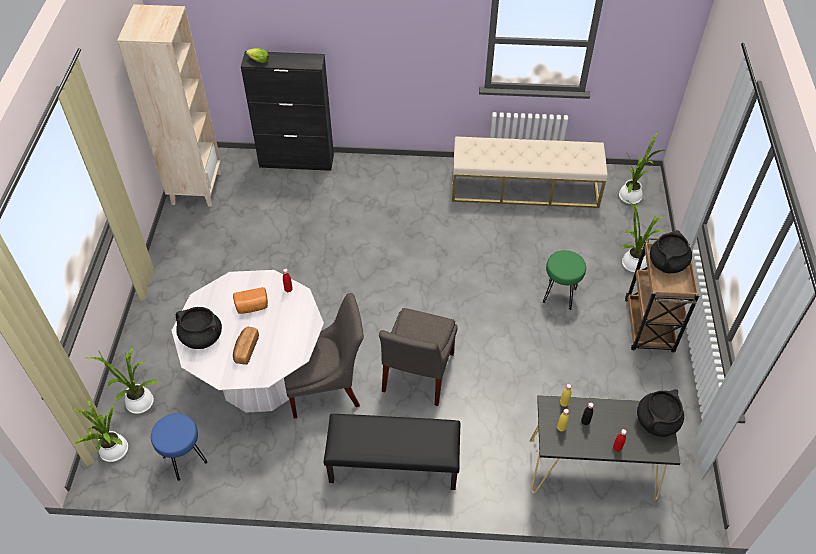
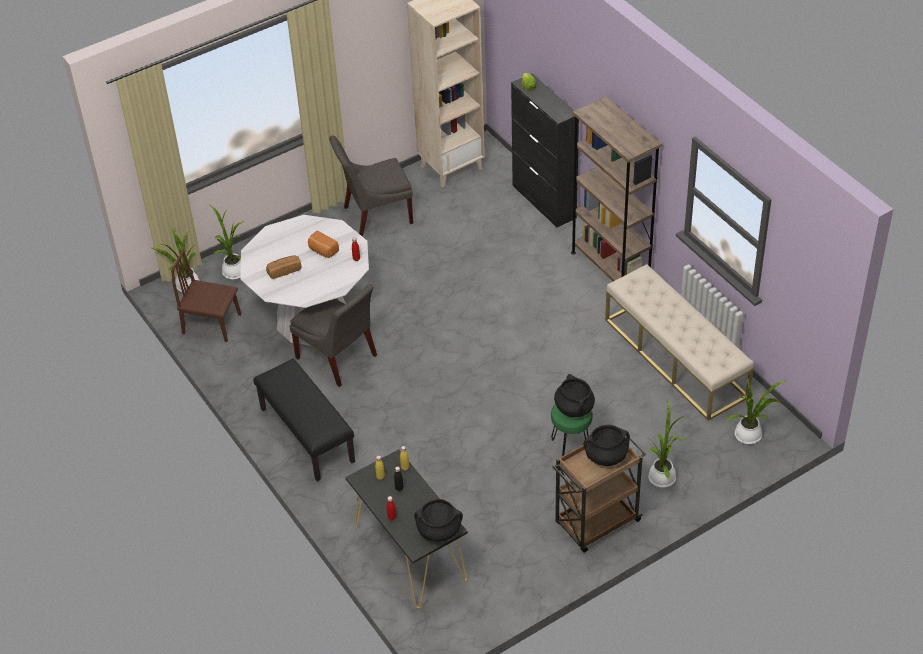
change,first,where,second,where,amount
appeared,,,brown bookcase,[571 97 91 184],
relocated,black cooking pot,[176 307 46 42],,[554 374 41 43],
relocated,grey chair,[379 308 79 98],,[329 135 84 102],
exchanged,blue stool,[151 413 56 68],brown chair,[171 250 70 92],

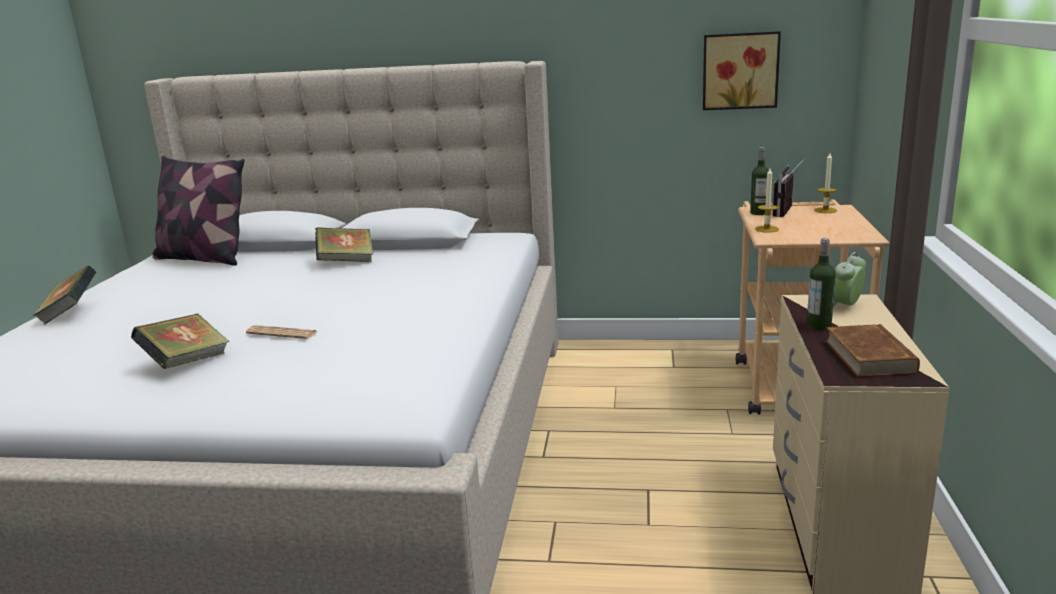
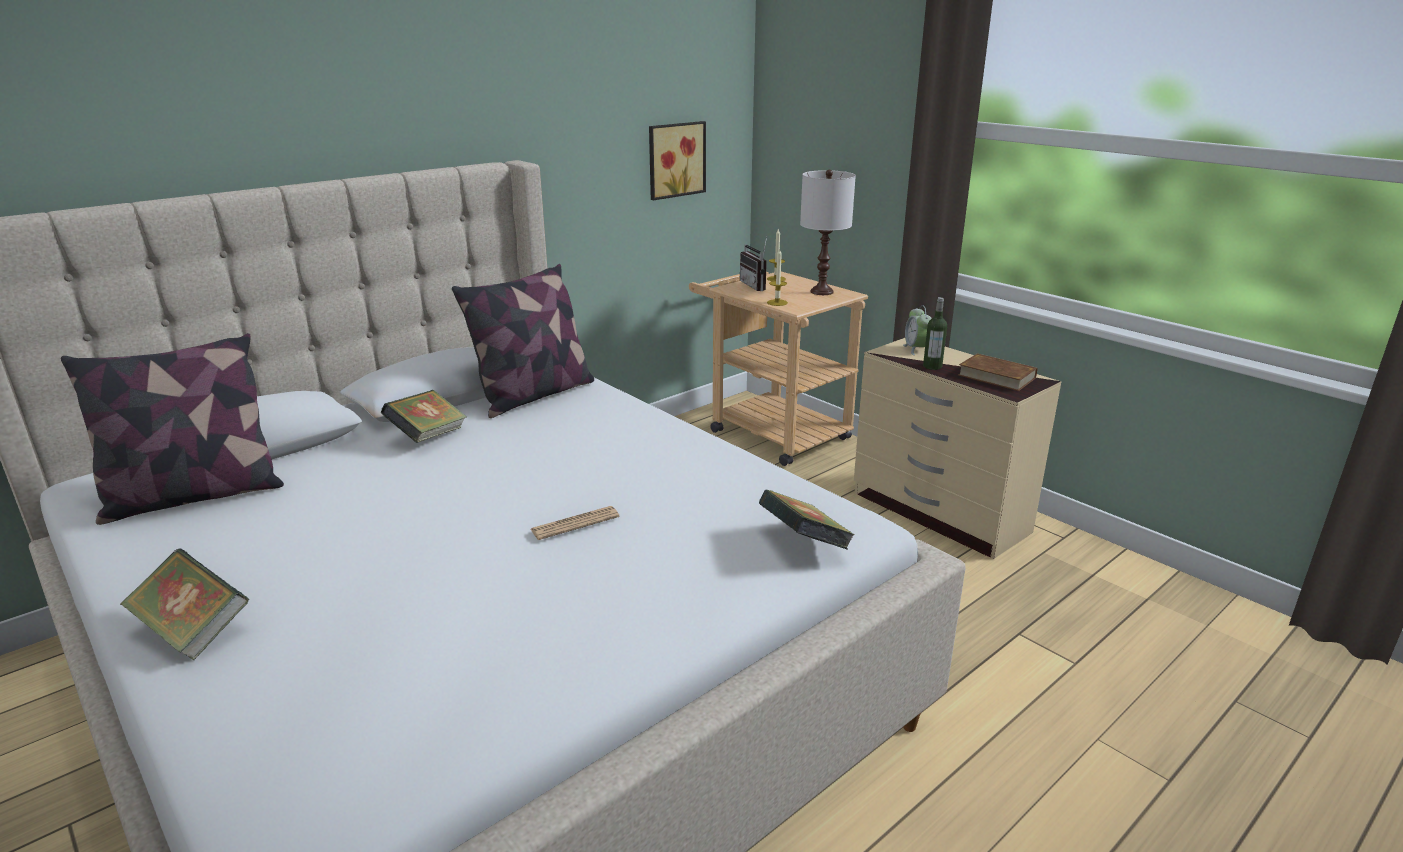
change,first,where,second,where,amount
missing,bottle,[750 147 19 68],,,
appeared,,,pillow,[452 264 142 154],
appeared,,,white table lamp,[800 170 56 125],
relocated,book,[131 313 99 56],,[759 490 96 59],

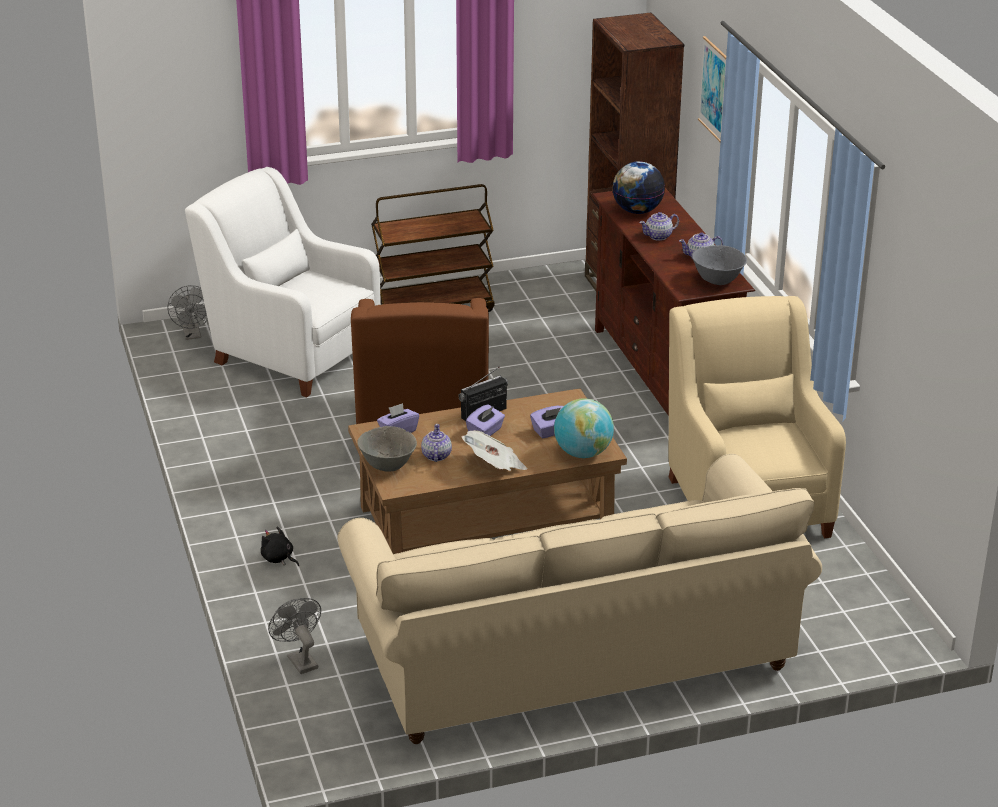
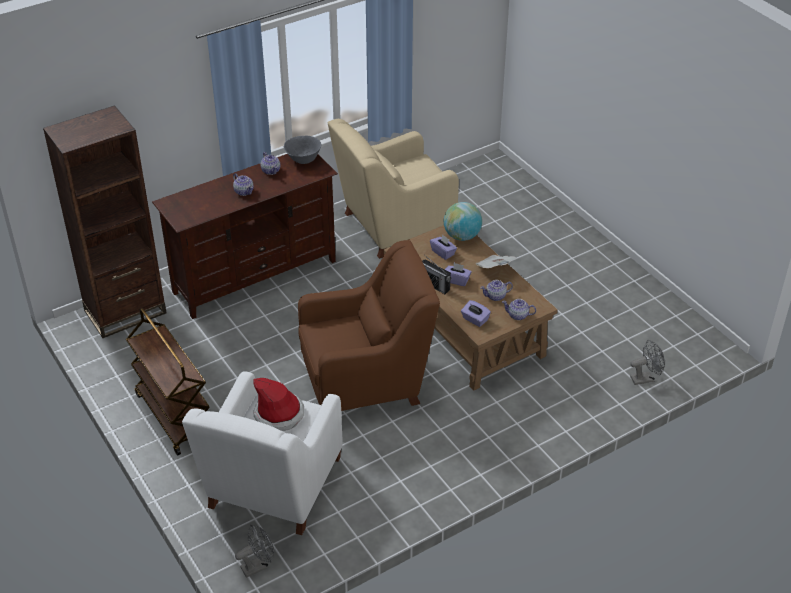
change,first,where,second,where,amount
missing,black plush toy,[261 527 38 39],,,
missing,beige sofa,[337 454 485 290],,,
missing,globe,[612 161 53 53],,,
missing,picture,[698 36 28 107],,,
appeared,,,hat,[253 378 51 53],
exchanged,grey bowl,[357 426 60 46],teapot,[502 299 34 21],
spun,grey fan,[268 598 53 76],,[630 340 35 45],150 degrees counterclockwise

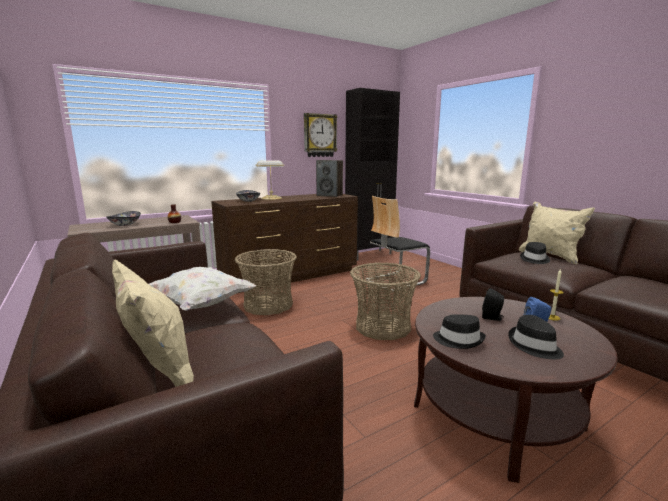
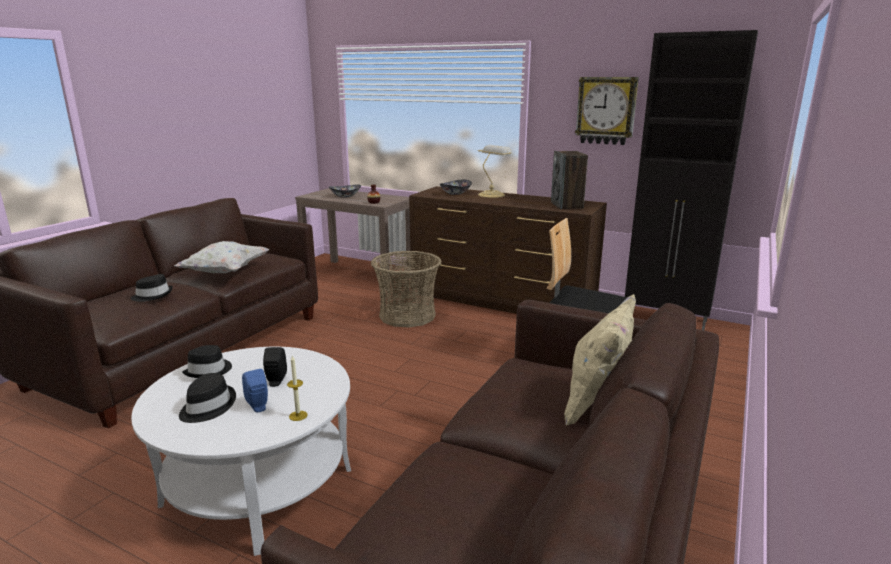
change,first,where,second,where,amount
missing,beige pillow,[112 259 82 128],,,
missing,basket,[350 262 71 78],,,
relocated,black hat,[520 242 30 22],,[131 274 42 28],
colour,brown coffee table,[414 297 204 186],white coffee table,[131 347 220 209],

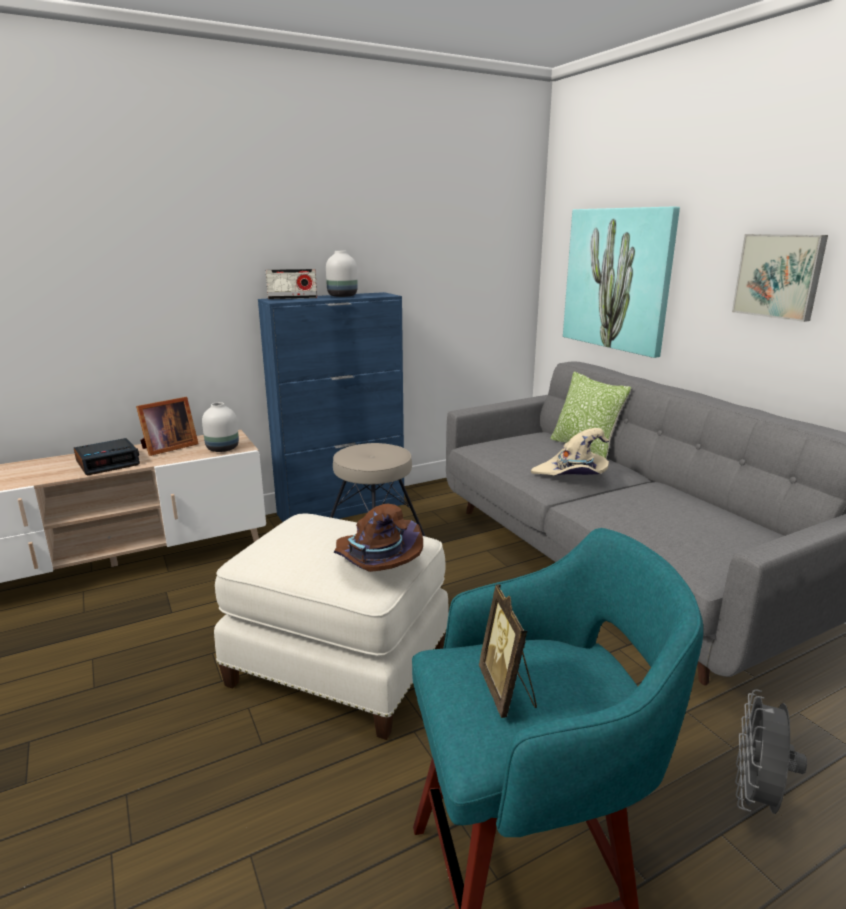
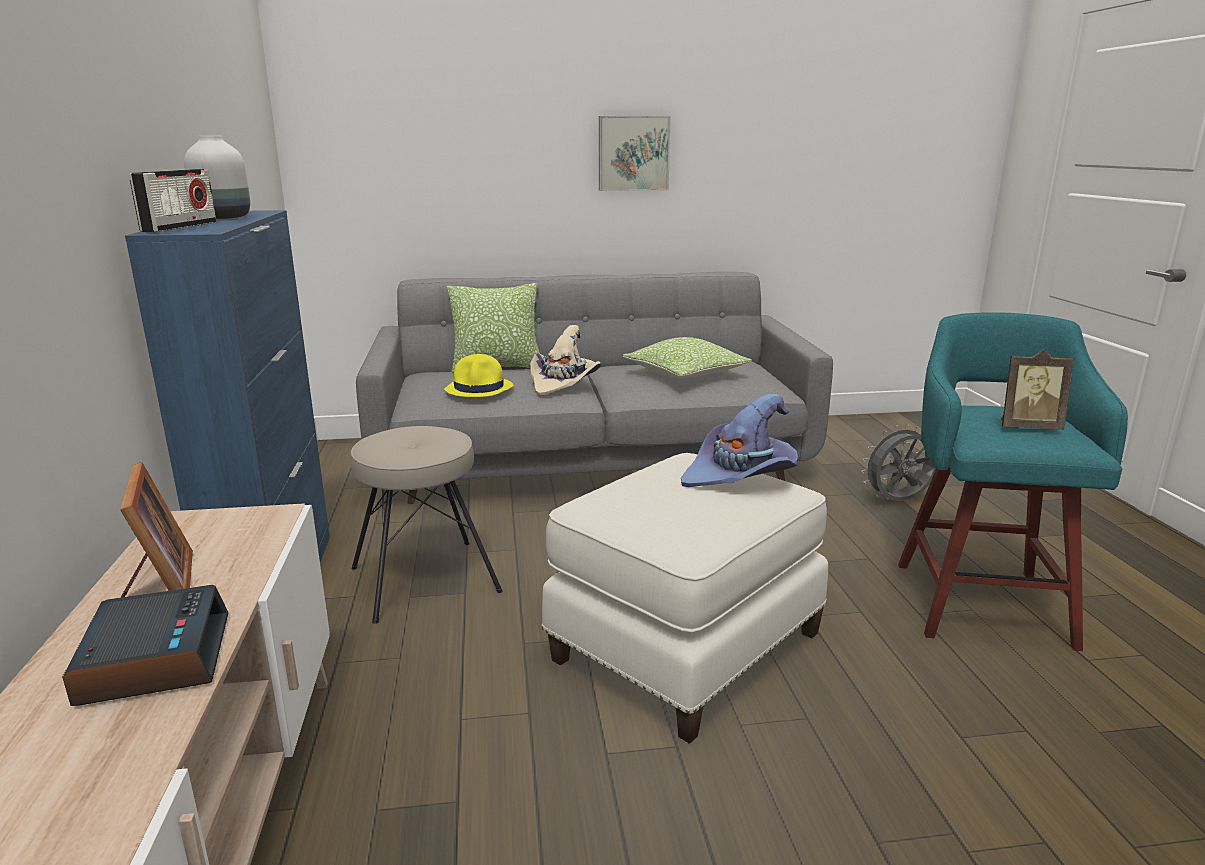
change,first,where,second,where,amount
missing,white vase,[202 402 37 50],,,
missing,picture,[563 207 117 151],,,
appeared,,,yellow hat,[444 354 69 43],
appeared,,,pillow,[623 337 129 42],
colour,brown hat,[334 504 89 68],purple hat,[681 394 117 93],
spun,grey fan,[735 689 72 125],,[861 424 75 77],120 degrees clockwise

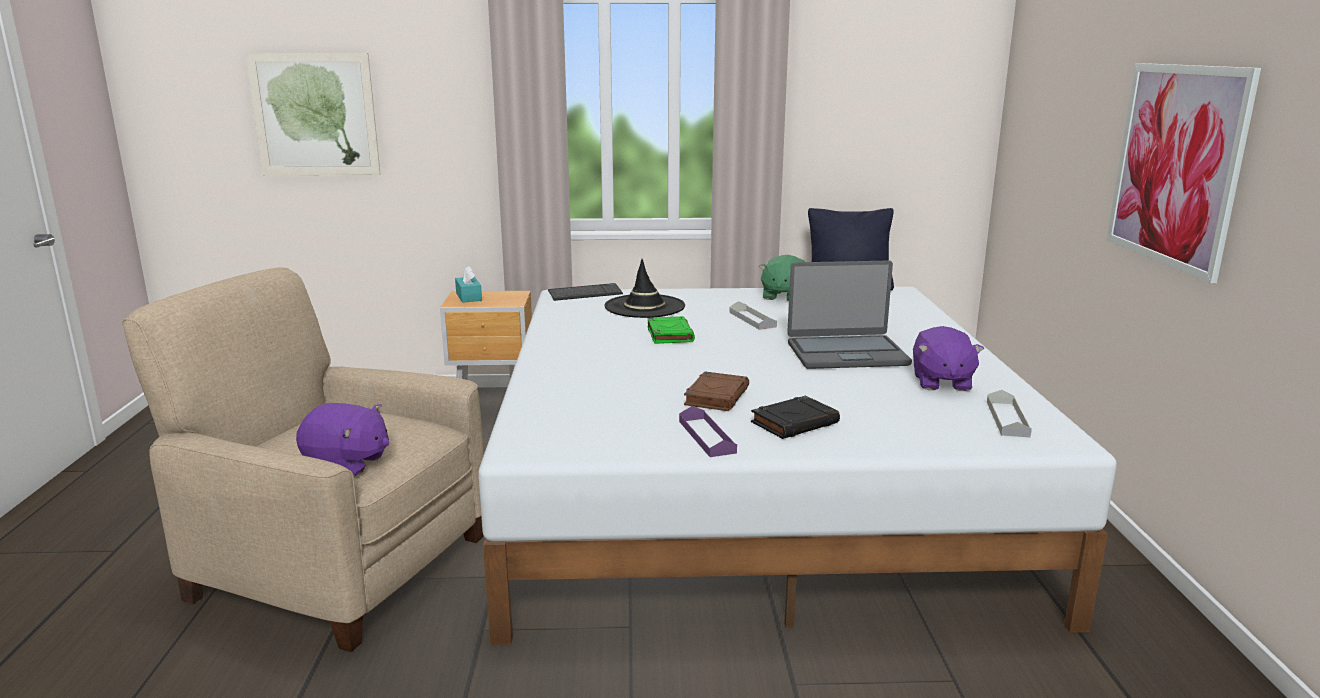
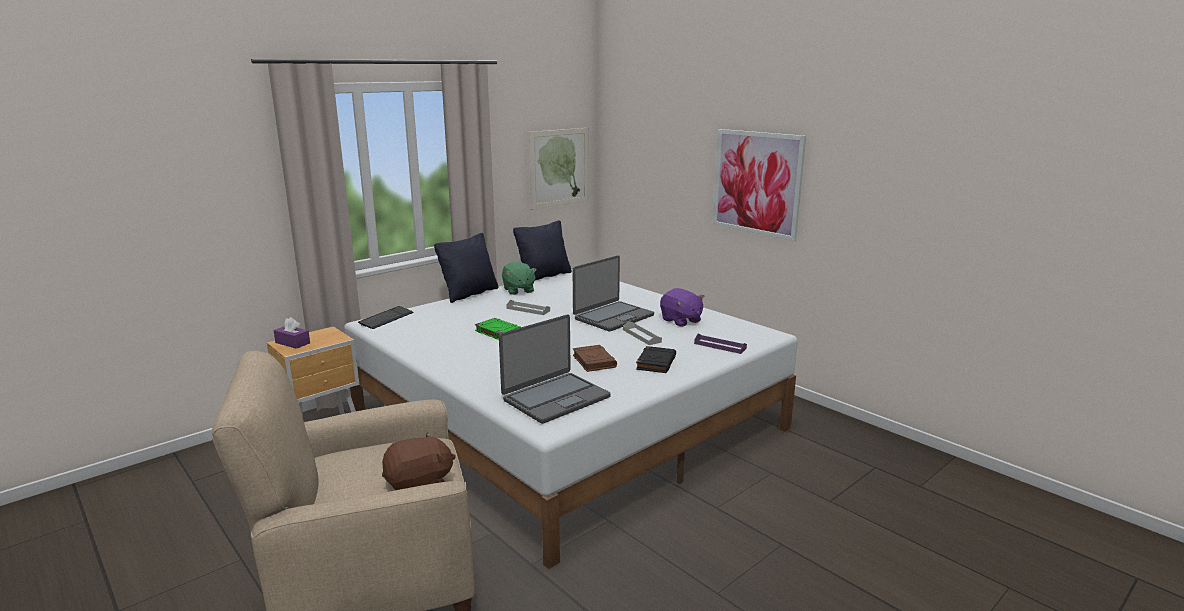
change,first,where,second,where,amount
missing,black hat,[605 259 80 59],,,
appeared,,,black pillow,[434 233 65 70],
appeared,,,laptop,[499 314 112 110],
relocated,picture,[246 53 134 122],,[529 128 60 82],
relocated,purple tray,[679 406 58 51],,[694 334 53 20],
relocated,grey tray,[987 390 45 48],,[623 321 39 24],
colour,purple plush toy,[296 403 93 73],brown plush toy,[382 432 74 58],
colour,turquoise tissue box,[455 266 27 37],purple tissue box,[273 317 37 32],

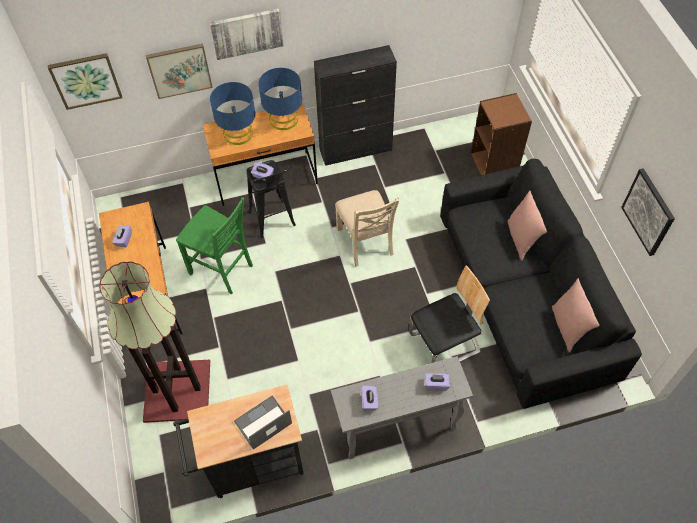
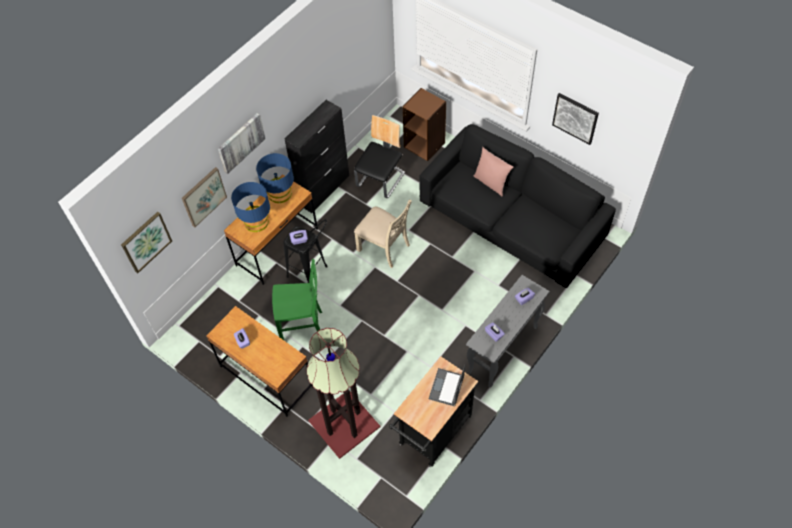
change,first,where,second,where,amount
missing,pink pillow,[552 278 48 75],,,
relocated,chair,[409 265 81 98],,[354 115 51 83],

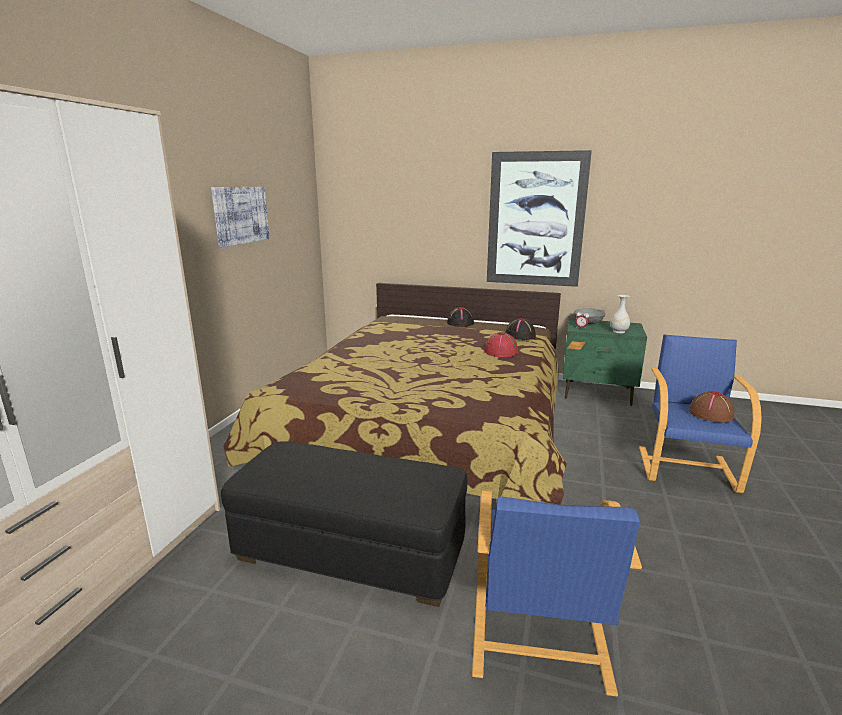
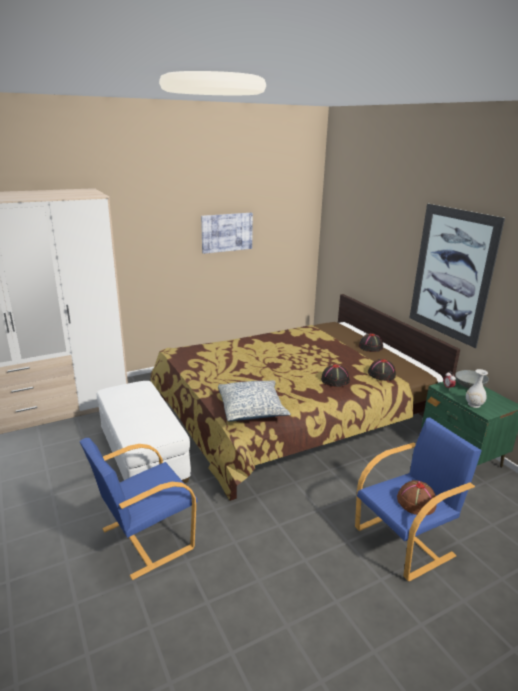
change,first,where,second,where,amount
appeared,,,pillow,[218 380 73 42],
colour,black ottoman,[221 441 247 166],white ottoman,[97 381 94 102],
colour,red hat,[484 332 34 25],black hat,[321 364 29 23],

